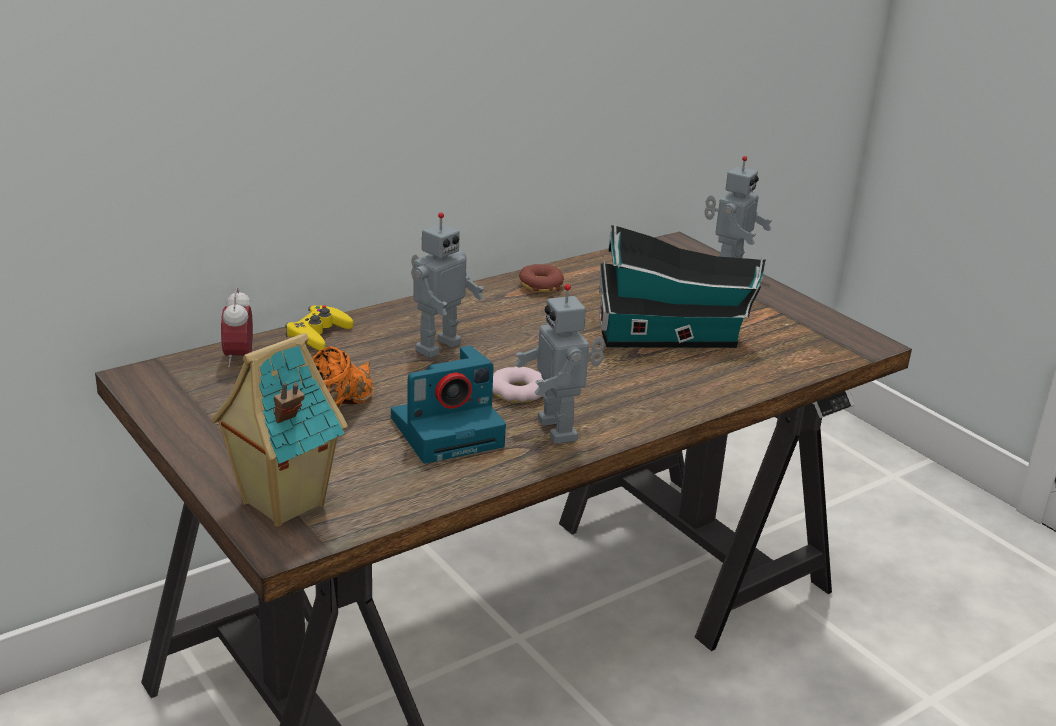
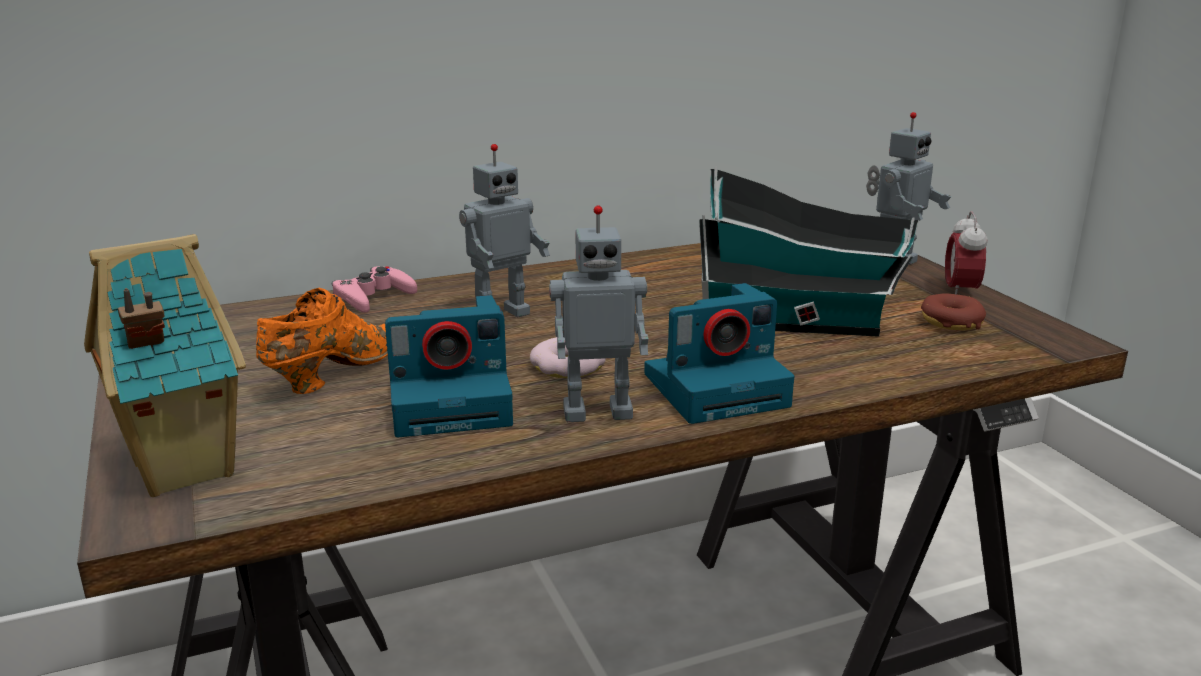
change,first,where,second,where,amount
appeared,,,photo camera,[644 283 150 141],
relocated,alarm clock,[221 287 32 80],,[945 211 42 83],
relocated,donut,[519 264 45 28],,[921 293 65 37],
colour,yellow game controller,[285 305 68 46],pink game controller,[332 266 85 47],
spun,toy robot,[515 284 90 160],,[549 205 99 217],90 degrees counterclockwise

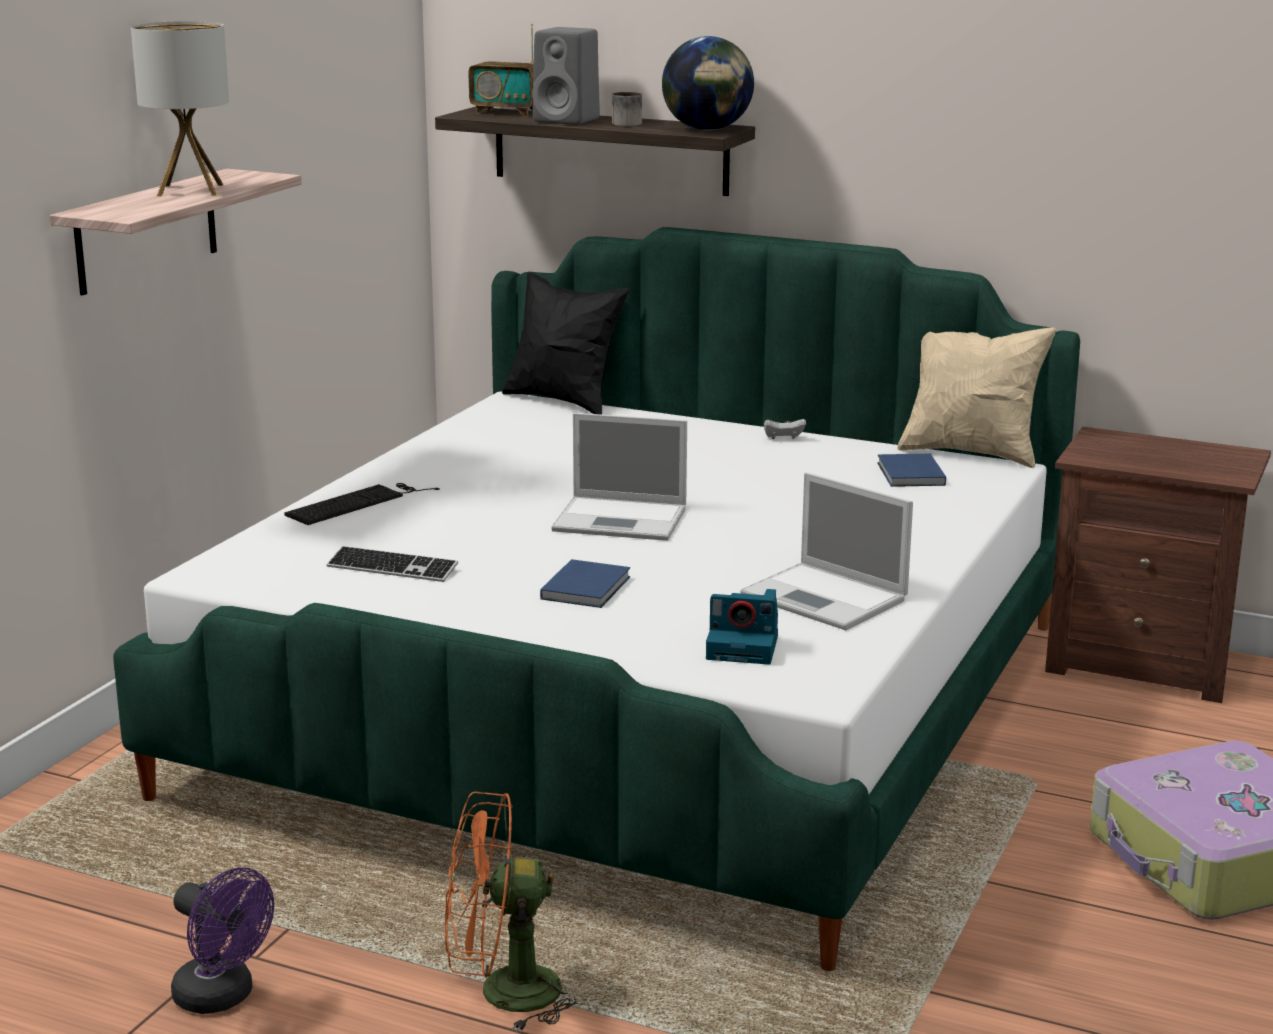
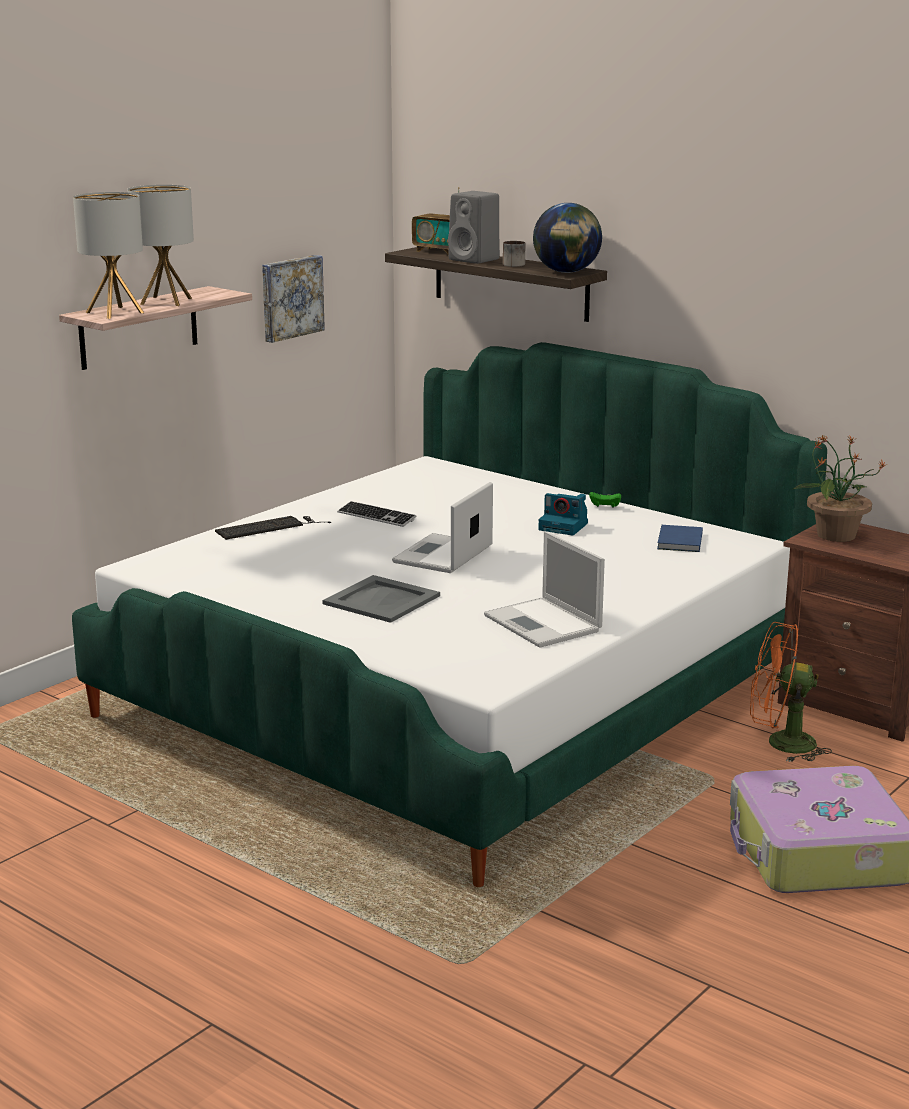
change,first,where,second,where,amount
missing,purple fan,[171 867 103 147],,,
missing,black pillow,[502 272 127 143],,,
missing,beige pillow,[897 327 159 141],,,
appeared,,,table lamp,[73 192 71 127],
appeared,,,picture,[262 255 63 88],
appeared,,,potted plant,[794 433 94 109],
relocated,keyboard,[326 546 132 36],,[337 501 80 26],
relocated,orange fan,[445 792 135 240],,[750 622 82 140],
relocated,photo camera,[706 589 72 76],,[538 493 50 43],
exchanged,blue book,[540 559 90 49],grey tray,[322 575 118 48],
colour,white game controller,[764 419 42 20],green game controller,[589 492 32 16],
spun,laptop,[551 413 136 128],,[392 482 101 91],90 degrees clockwise

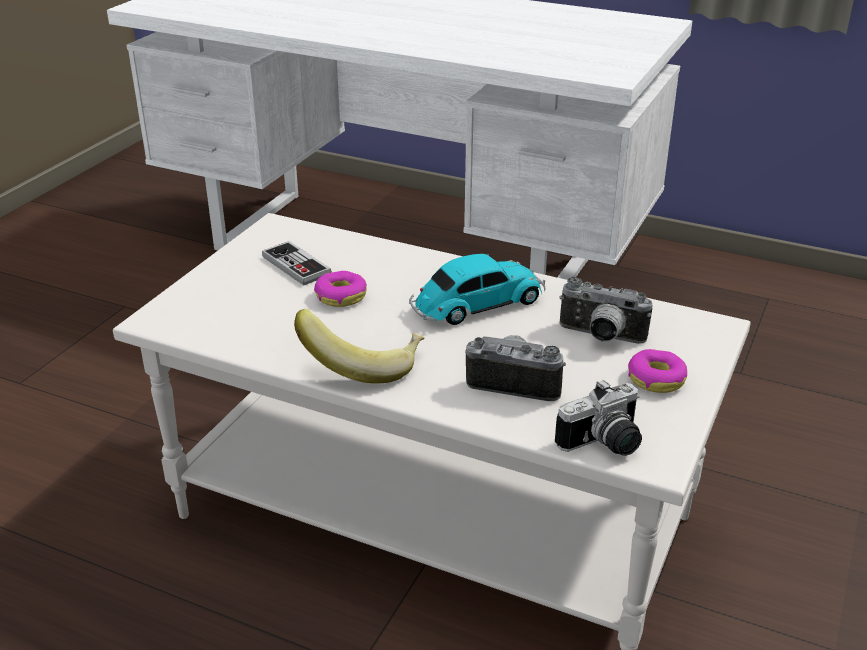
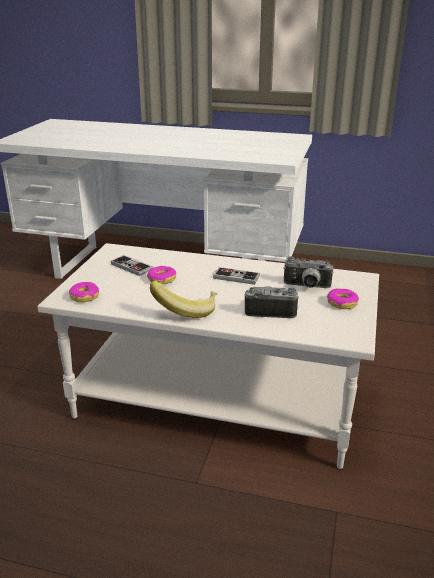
change,first,where,second,where,amount
missing,photo camera,[555 380 87 76],,,
appeared,,,donut,[69 282 30 20],
exchanged,toy car,[409 254 137 71],game controller,[213 267 47 18],

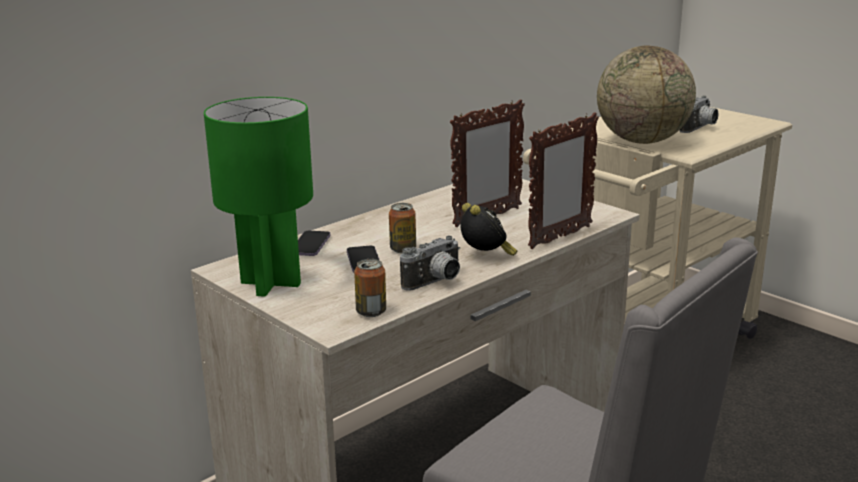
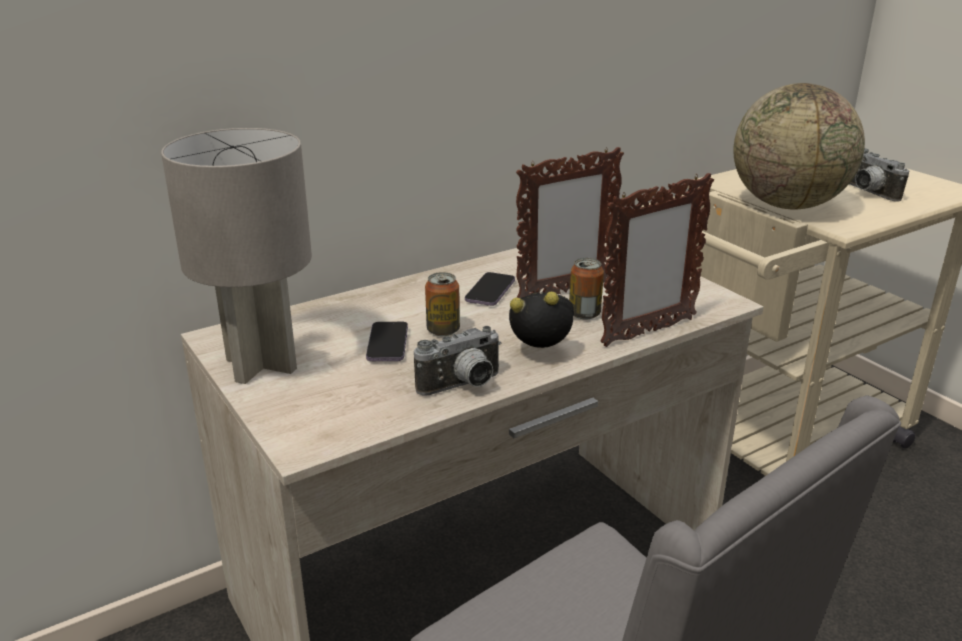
change,first,where,second,where,amount
relocated,phone,[298 231 32 25],,[465 272 50 34],
relocated,can,[354 259 32 58],,[569 258 35 62],
colour,green table lamp,[204 97 109 200],grey table lamp,[161 128 151 256],
spun,alarm clock,[461 203 57 53],,[509 291 65 57],75 degrees counterclockwise
spun,photo camera,[679 96 39 37],,[849 148 60 54],105 degrees clockwise

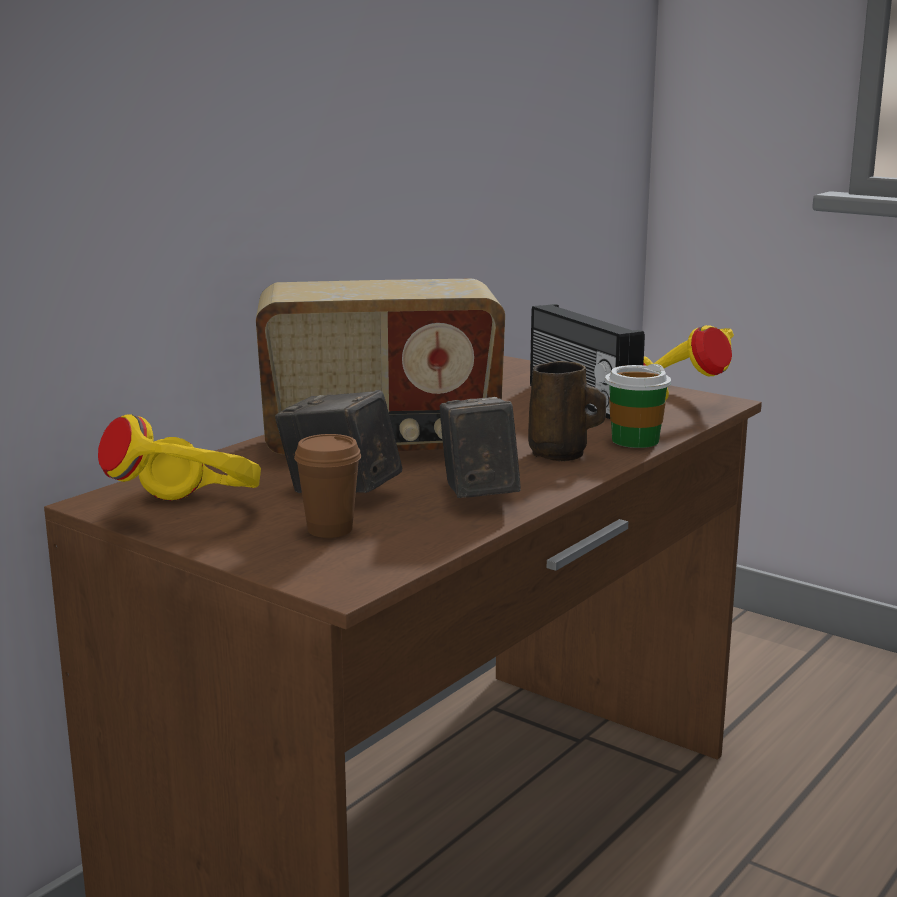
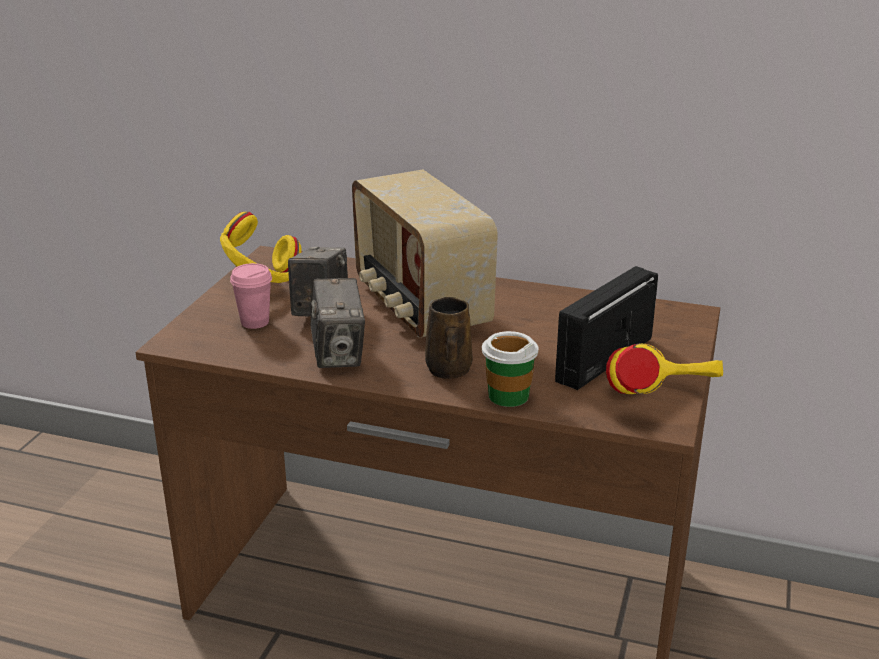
change,first,where,second,where,amount
colour,brown cup,[294 434 67 104],pink cup,[230 263 42 66],
spun,photo camera,[440 397 81 101],,[310 278 55 90],105 degrees clockwise

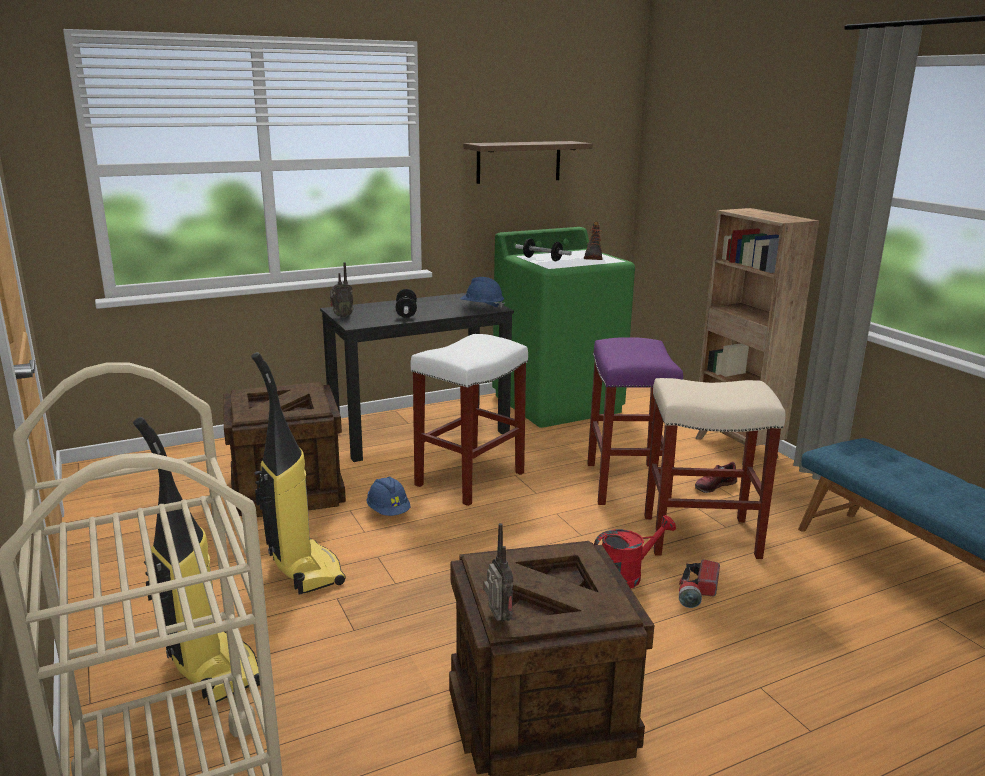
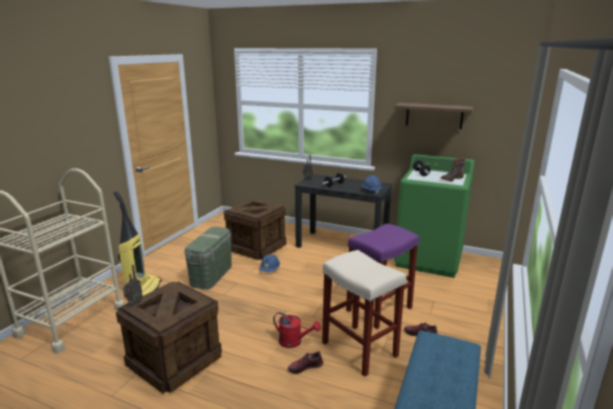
change,first,where,second,where,amount
missing,white stool,[411 334 117 172],,,
missing,brown bookcase,[696 208 123 257],,,
exchanged,vacuum cleaner,[251 352 95 242],green storage box,[184 227 48 63],
exchanged,flashlight,[679 559 41 49],shoe,[288 351 35 23],

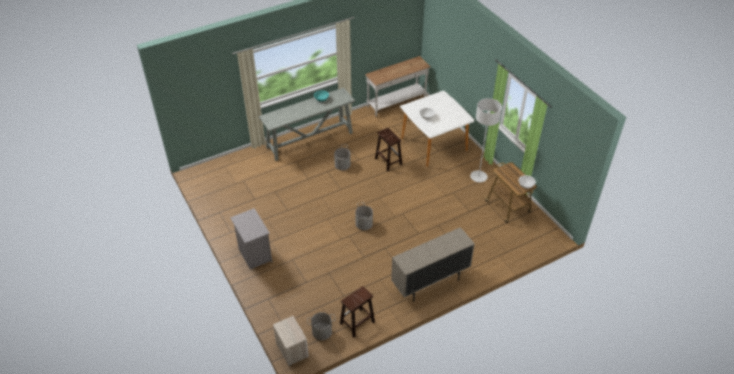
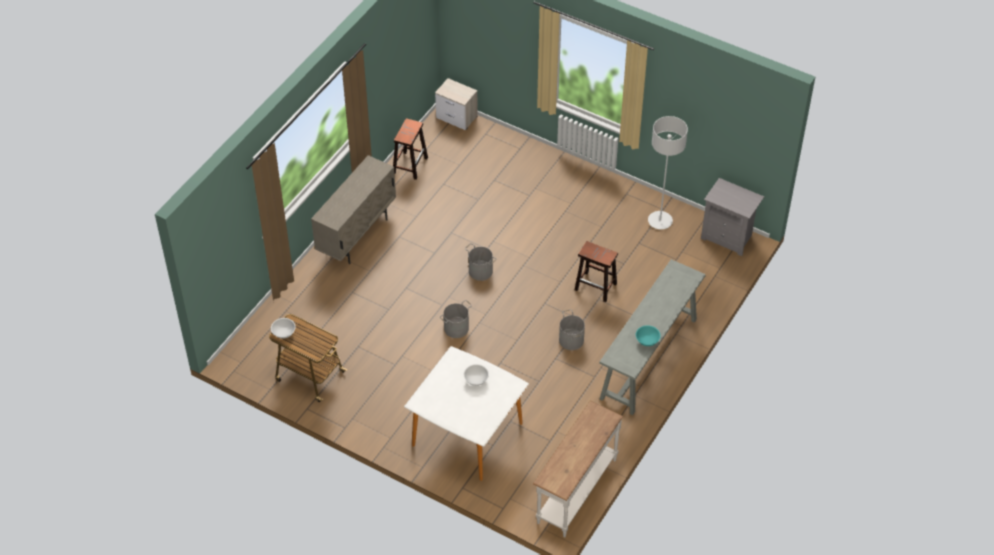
change,first,where,second,where,amount
relocated,grey nightstand,[230 208 42 61],,[701 178 63 78],
relocated,grey bucket,[307 312 28 29],,[440 300 32 38],
relocated,brown stool,[375 128 27 43],,[575 241 43 61],
relocated,grey floor lamp,[470 98 32 84],,[648 116 40 113],

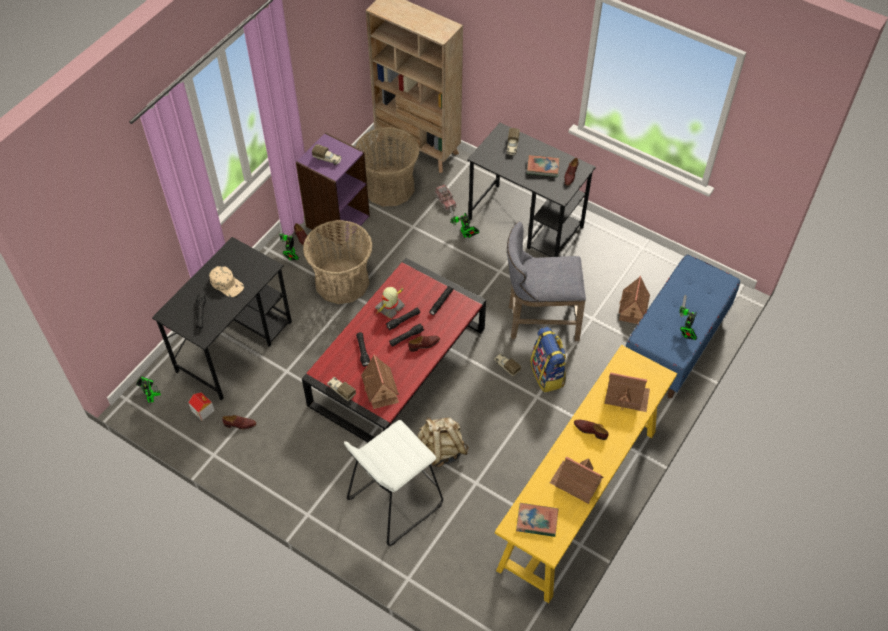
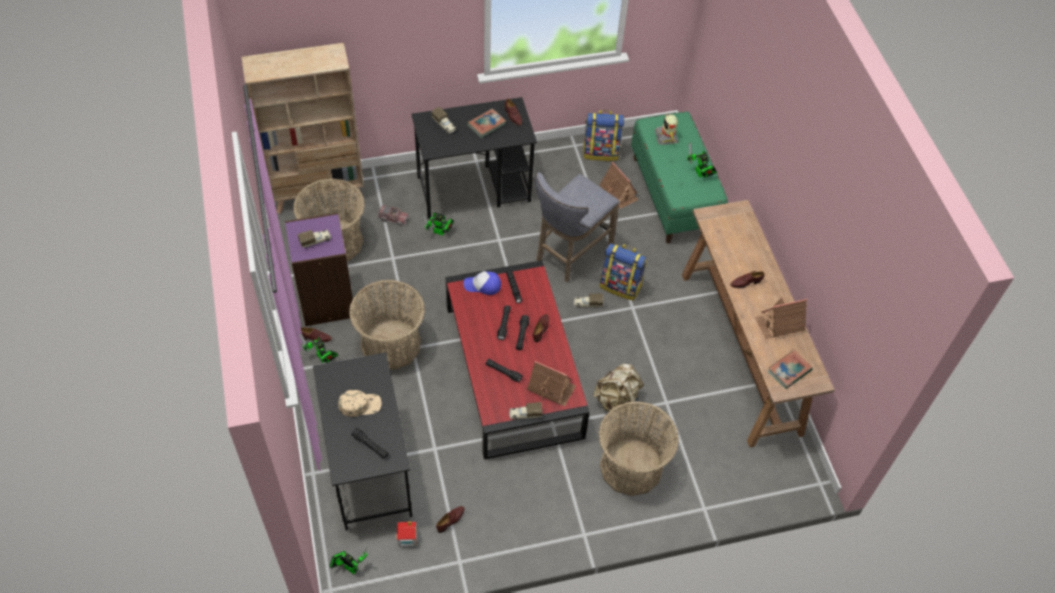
change,first,where,second,where,amount
missing,toy house,[604 372 46 40],,,
appeared,,,cap,[464 271 37 24],
appeared,,,backpack,[583 110 41 51],
relocated,toy robot,[375 287 30 32],,[655 113 23 32],
exchanged,white stool,[344 420 99 126],basket,[598 401 81 95],
colour,yellow console table,[495 345 182 258],brown console table,[682 200 152 248],
colour,blue bench,[625 254 115 144],green bench,[631 112 97 132],

